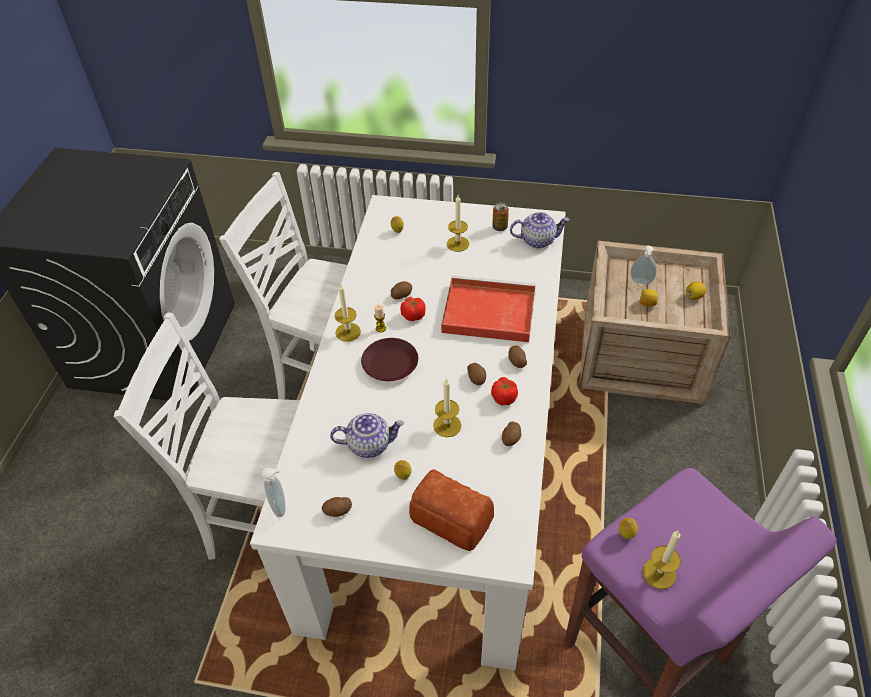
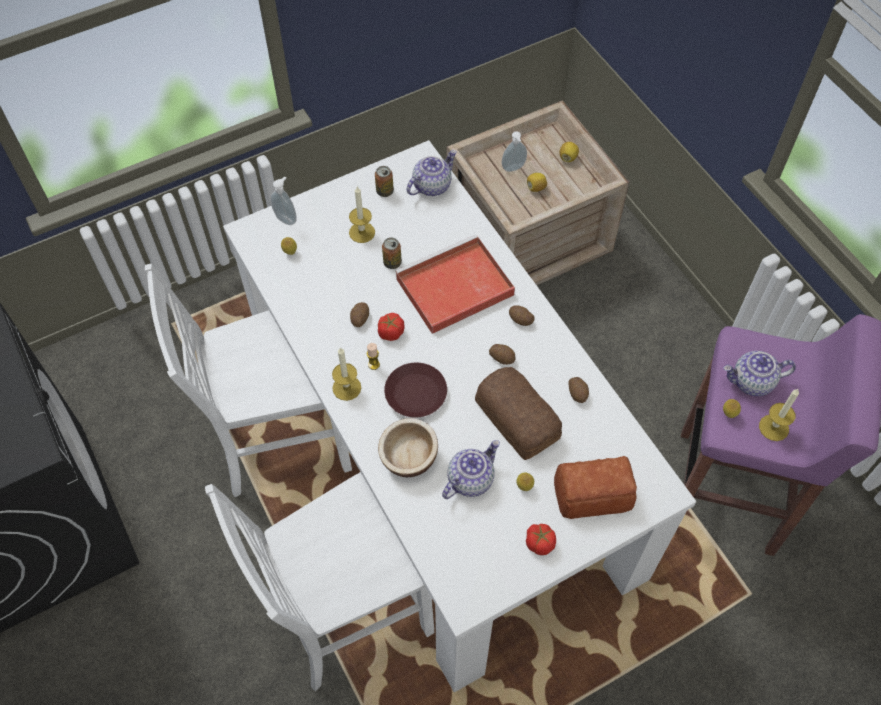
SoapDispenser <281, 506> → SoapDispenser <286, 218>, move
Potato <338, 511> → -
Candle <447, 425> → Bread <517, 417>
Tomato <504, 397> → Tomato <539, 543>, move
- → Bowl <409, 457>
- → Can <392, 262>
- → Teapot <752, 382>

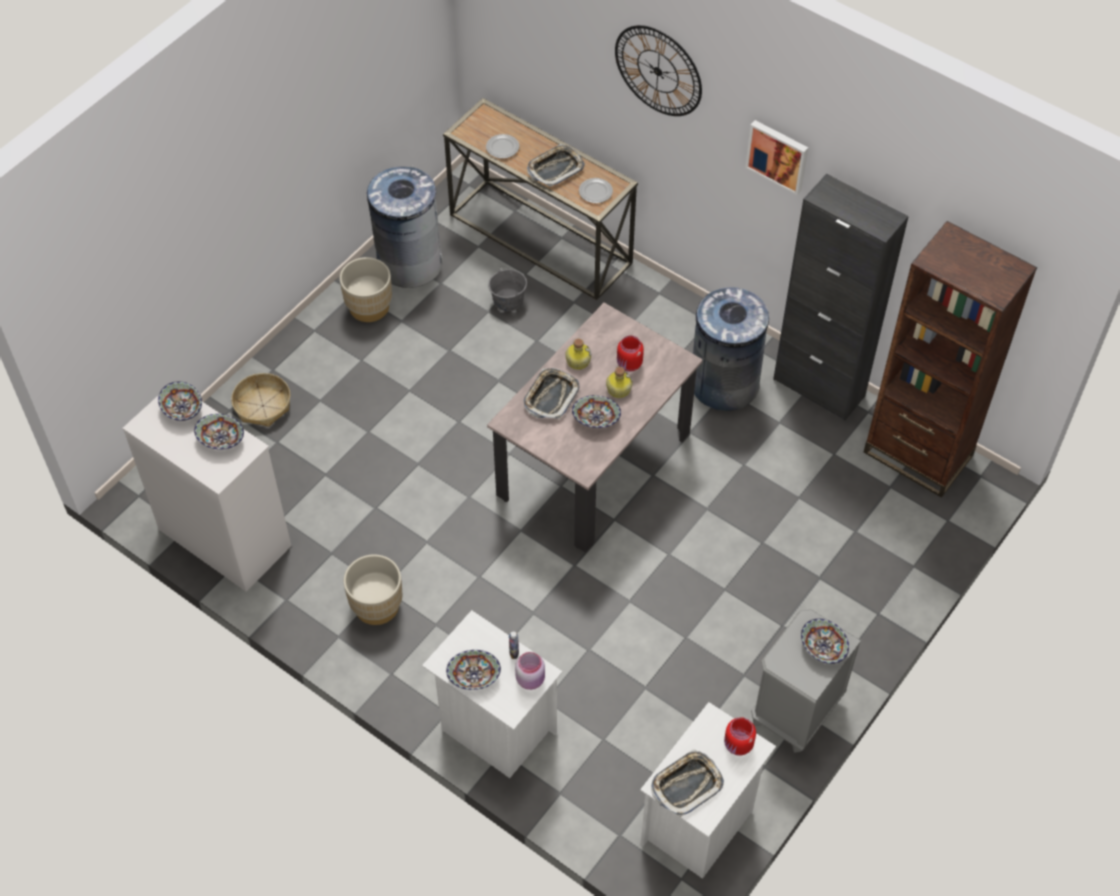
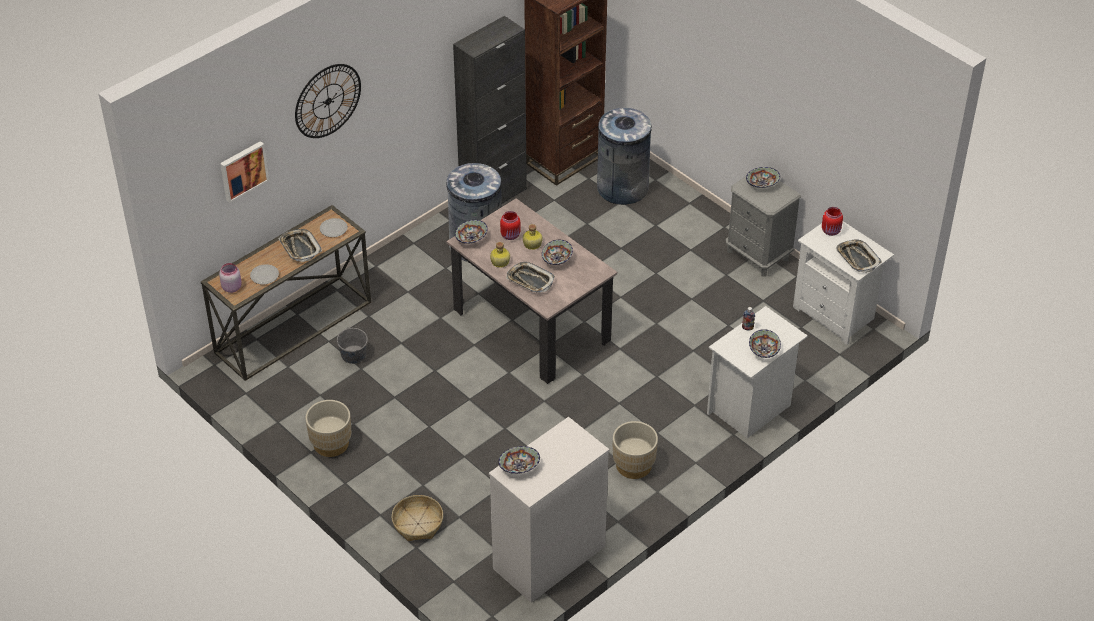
Bowl <221, 440> → Bowl <472, 239>, move
GreyTrashCan <409, 263> → GreyTrashCan <622, 188>, move
PinkJar <531, 679> → PinkJar <232, 287>, move
Picture <778, 155> → Picture <243, 170>, move

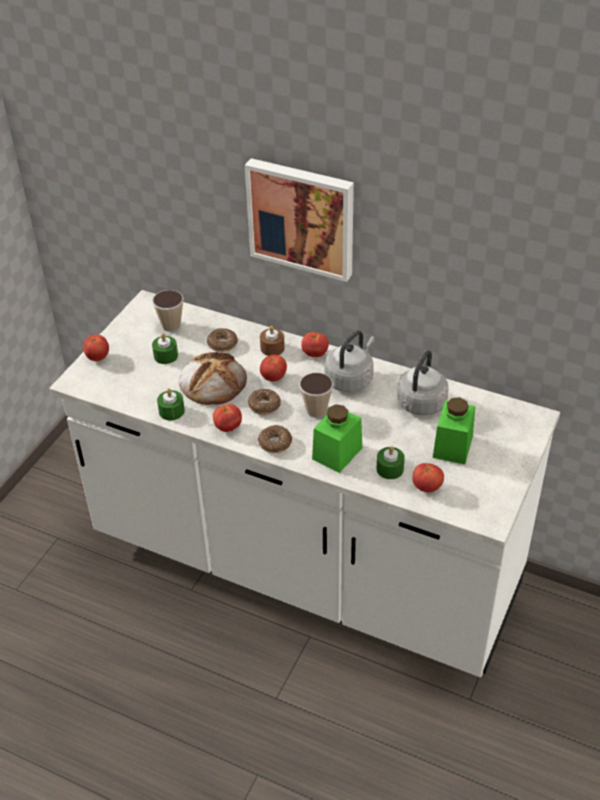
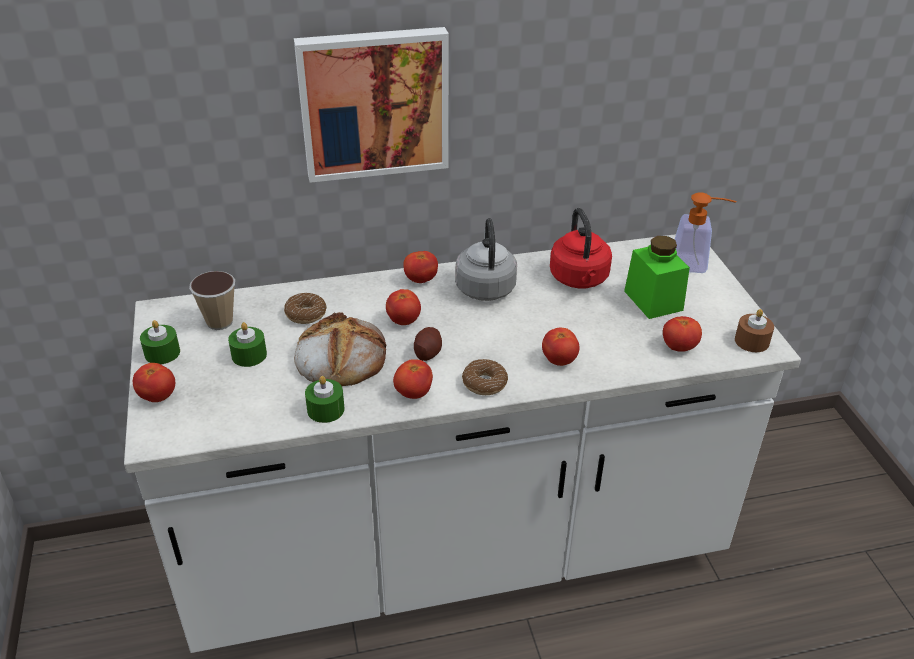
Donut <264, 406> → Potato <427, 352>
BrownCandle <272, 348> → BrownCandle <751, 341>, move
Cup <316, 410> → -
GreenJar <337, 453> → Tomato <559, 360>
GreenCandle <390, 469> → GreenCandle <162, 353>, move
GreyKettle <420, 405> → RedKettle <579, 280>
- → SoapDispenser <696, 264>

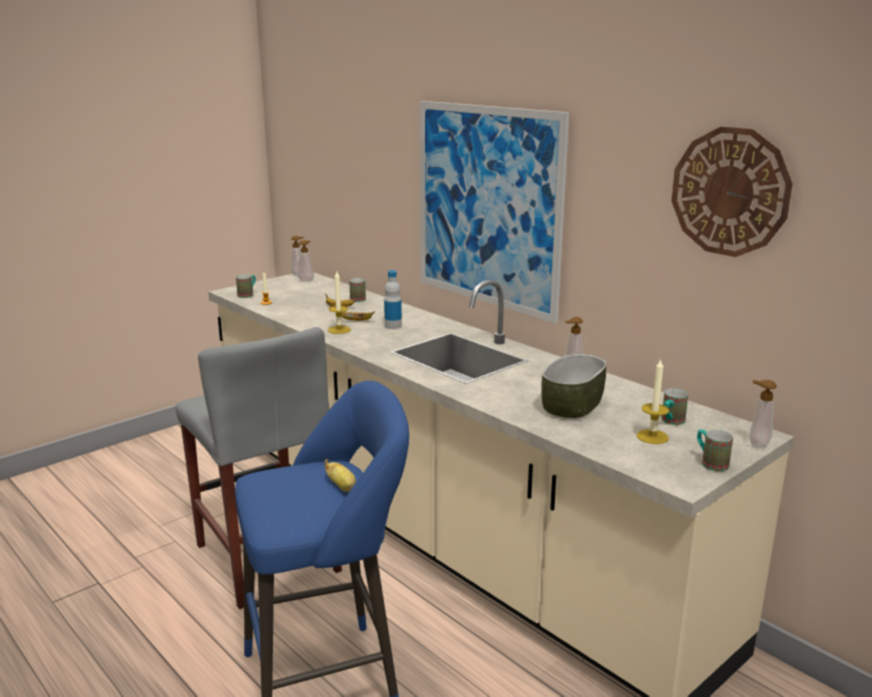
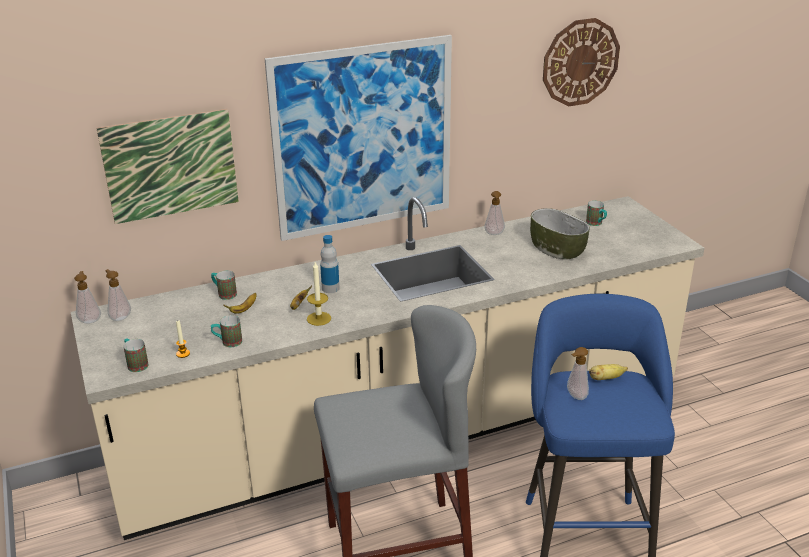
Candle <652, 437> → -
Mug <710, 463> → Mug <227, 342>, move
SoapDispenser <756, 444> → SoapDispenser <575, 396>, move
- → Picture <170, 166>

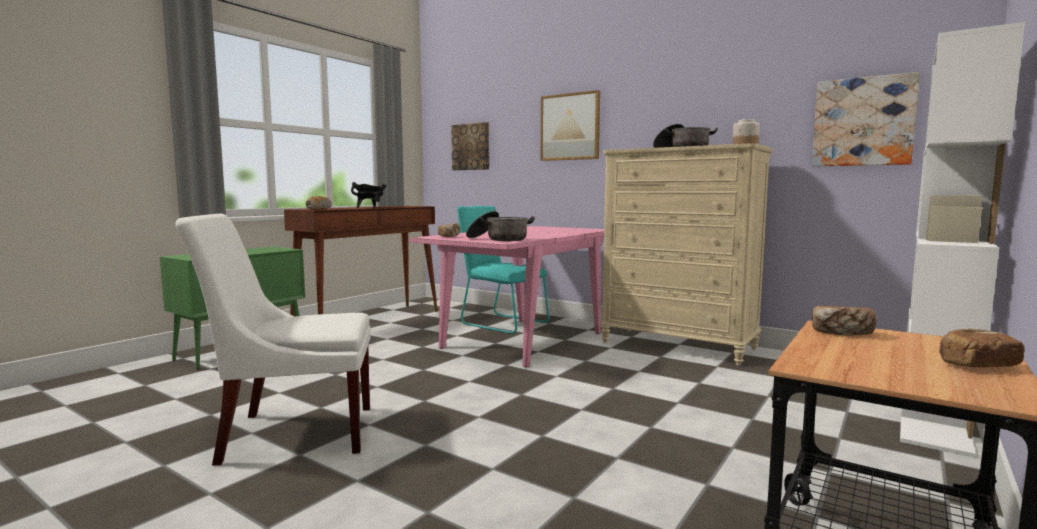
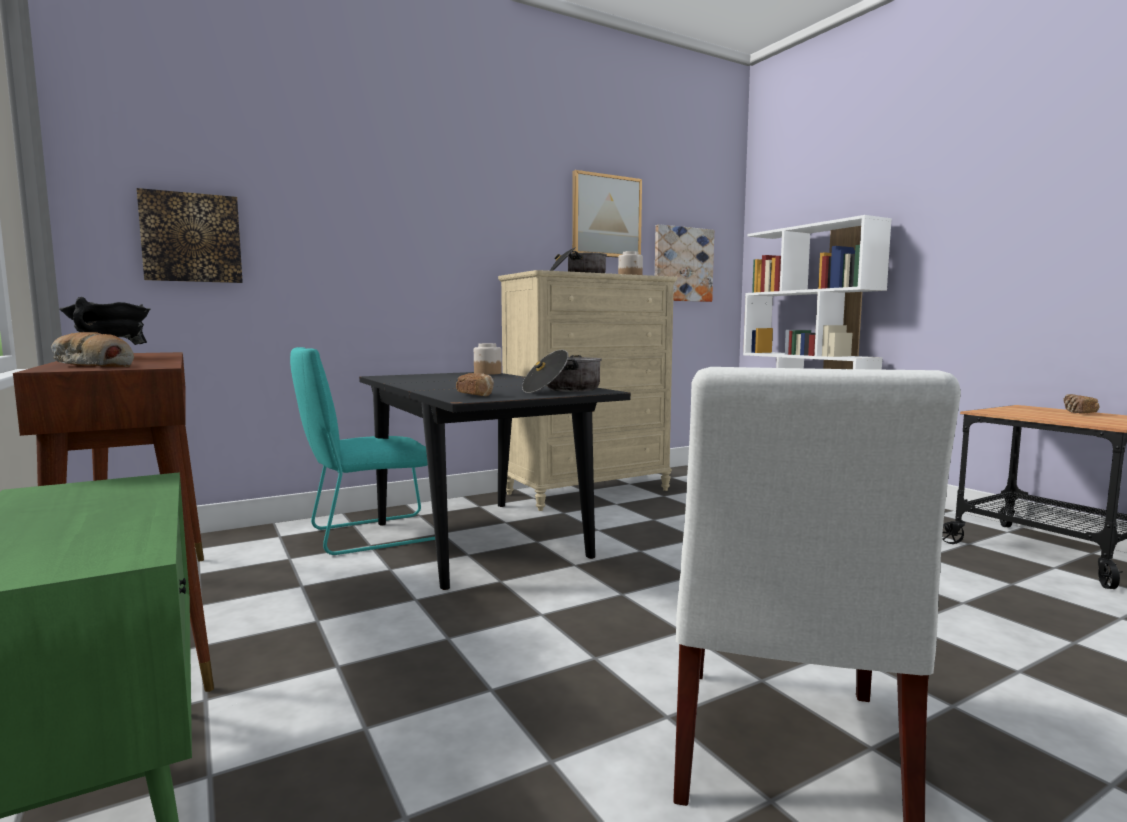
PinkDiningTable <523, 340> → BlackDiningTable <479, 540>
Picture <570, 127> → Picture <606, 216>, move
Bread <841, 333> → -
- → Jar <487, 373>

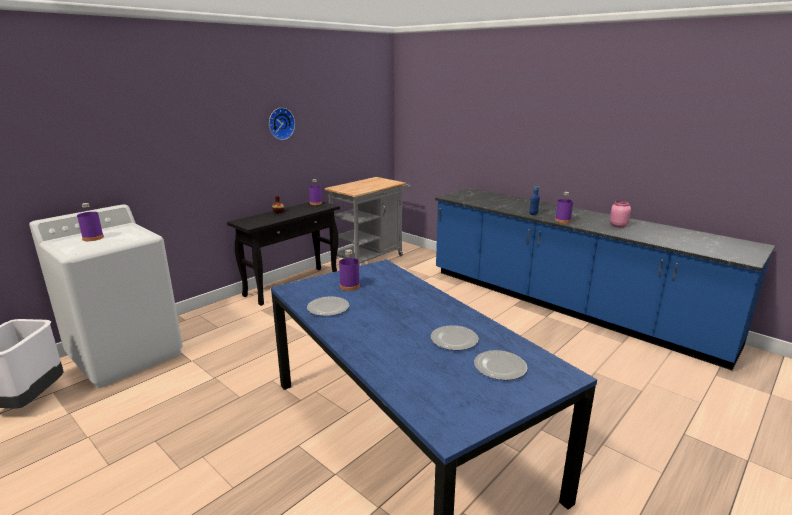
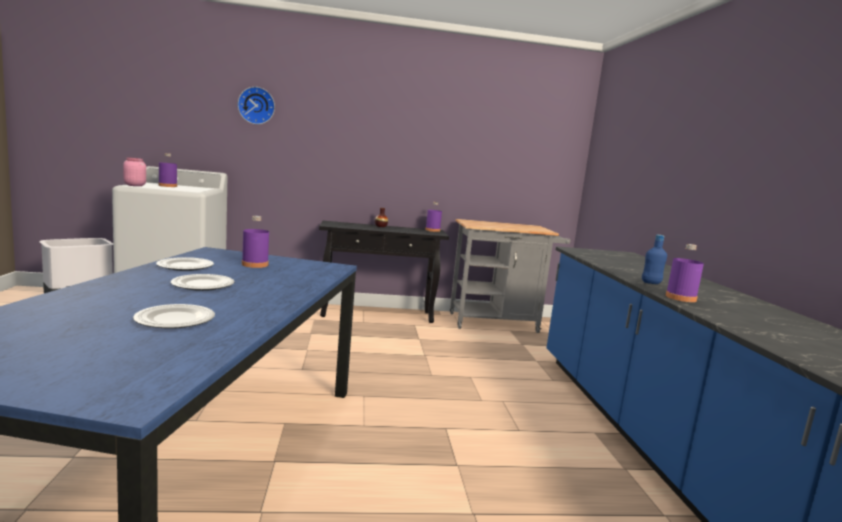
WallClock <280, 123> → WallClock <256, 105>, move
Plate <499, 366> → Plate <203, 284>, move
PinkJar <617, 225> → PinkJar <134, 185>, move

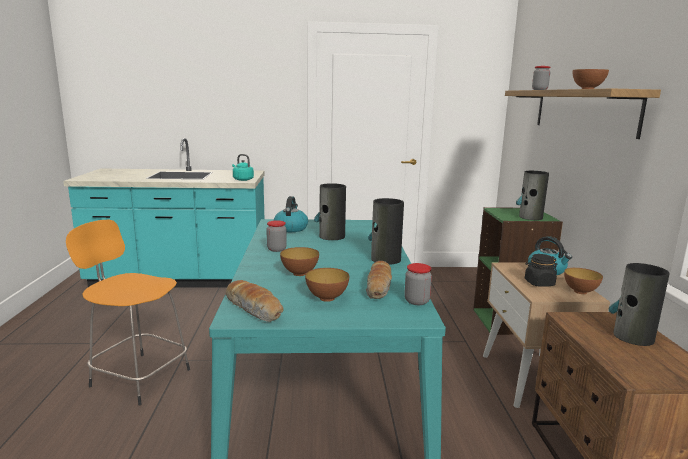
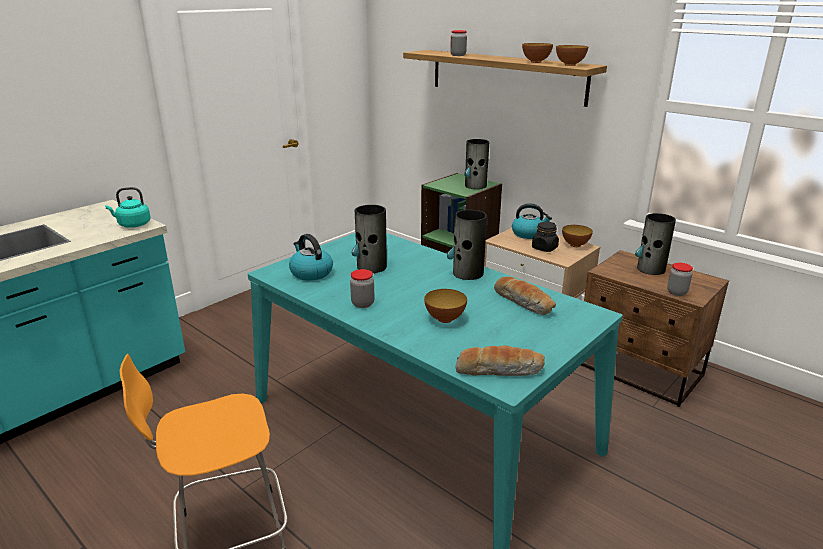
Bowl <327, 298> → Bowl <570, 65>, move
Jar <416, 301> → Jar <677, 292>, move

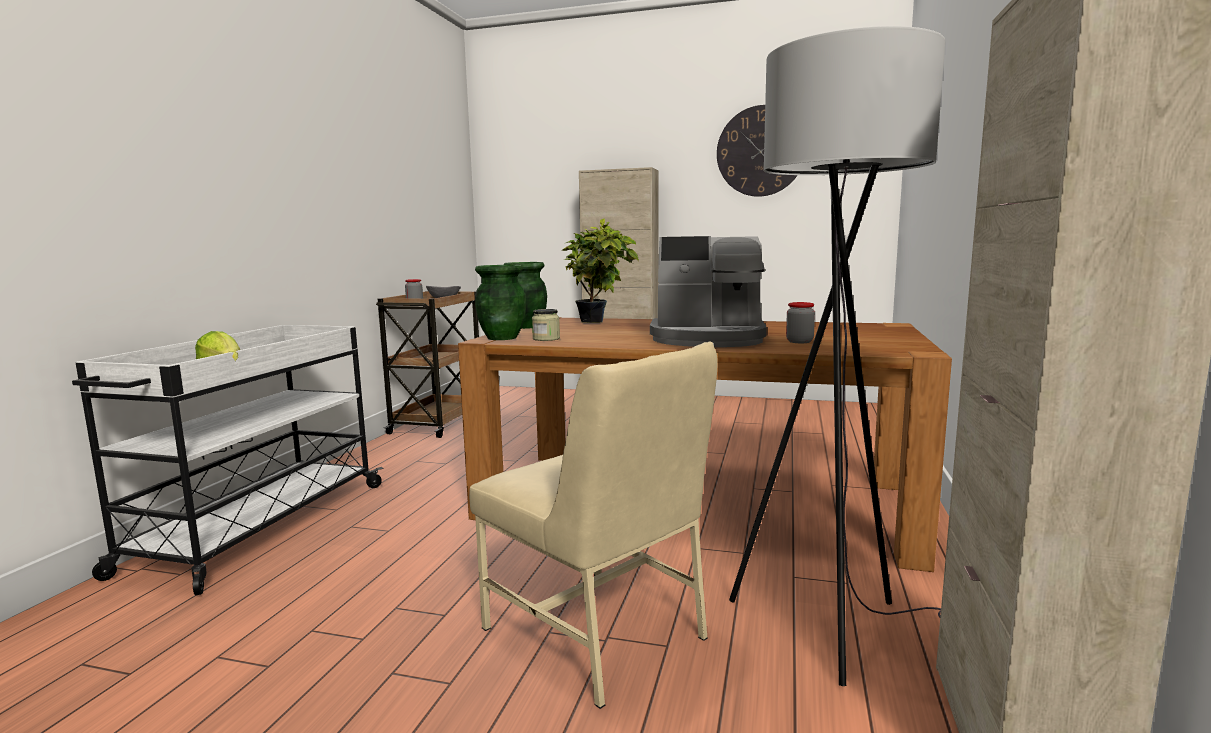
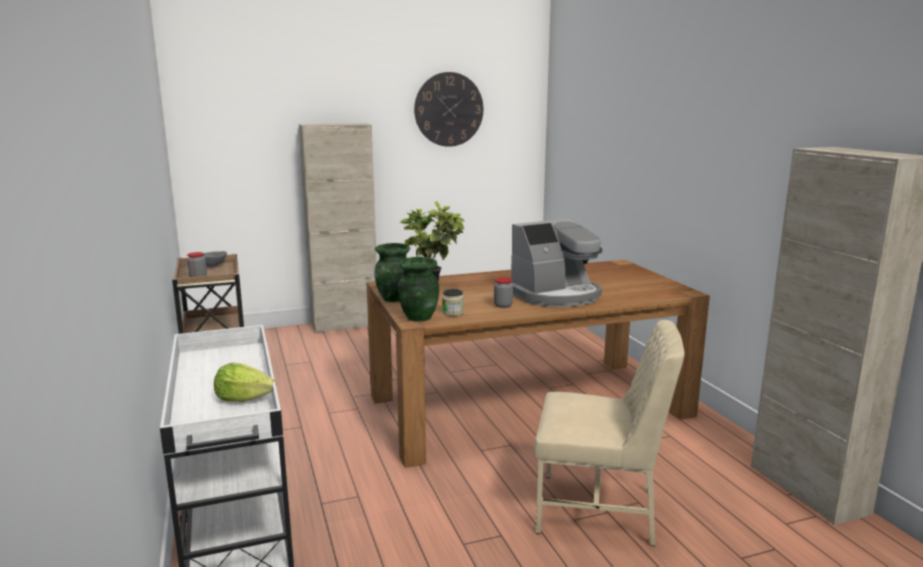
GreyFloorLamp <829, 622> → -
Jar <799, 341> → Jar <503, 305>, move

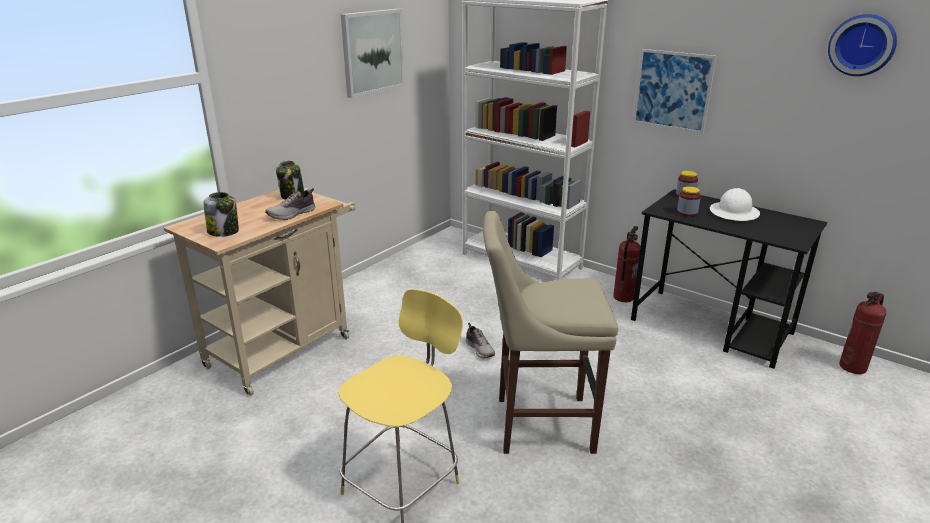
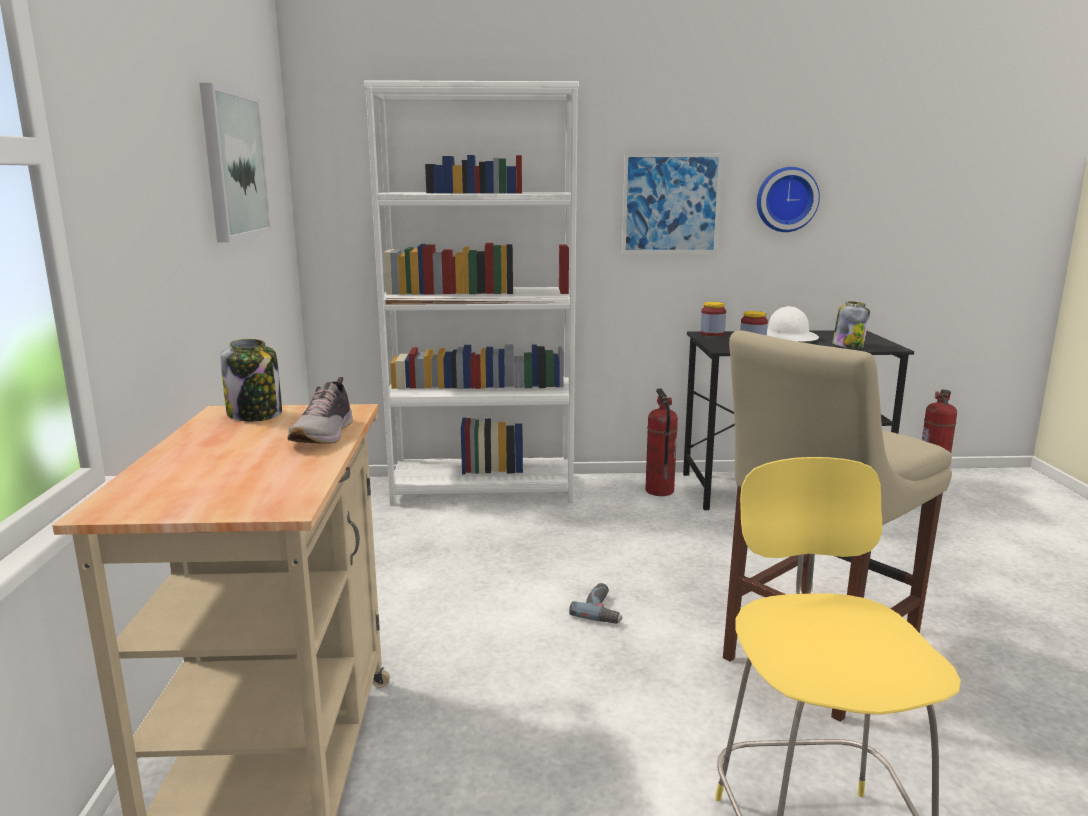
Jar <224, 231> → Jar <848, 346>, move
Shoe <480, 349> → PowerDrill <603, 610>
WallClock <862, 45> → WallClock <786, 199>, move

